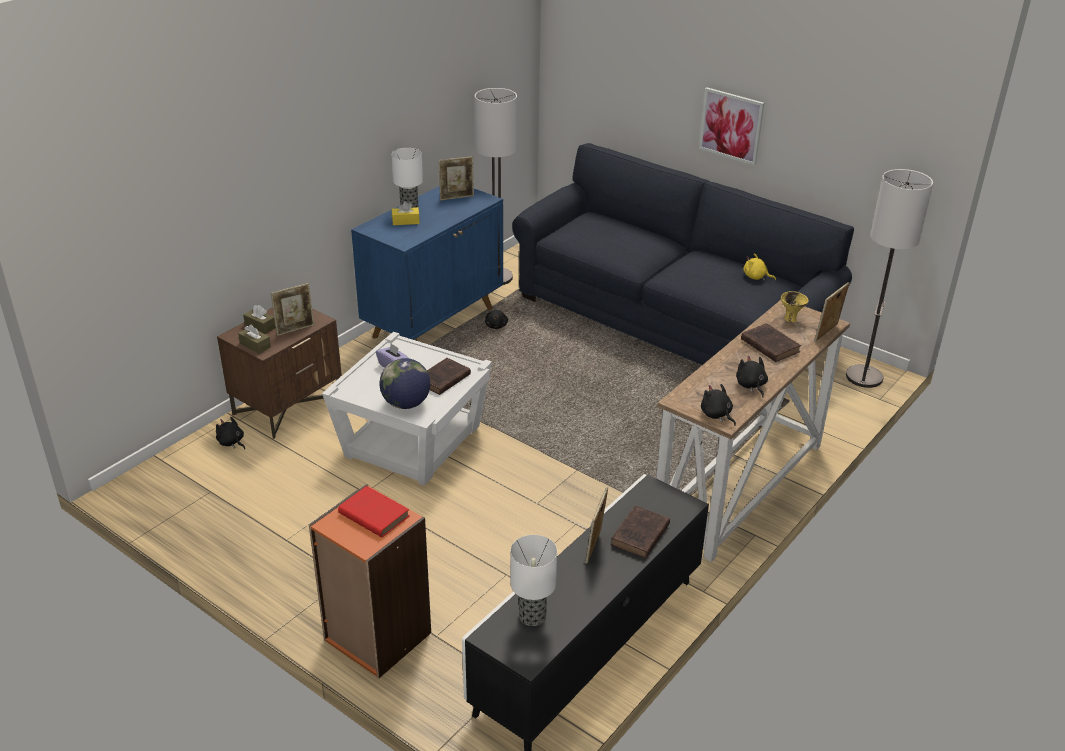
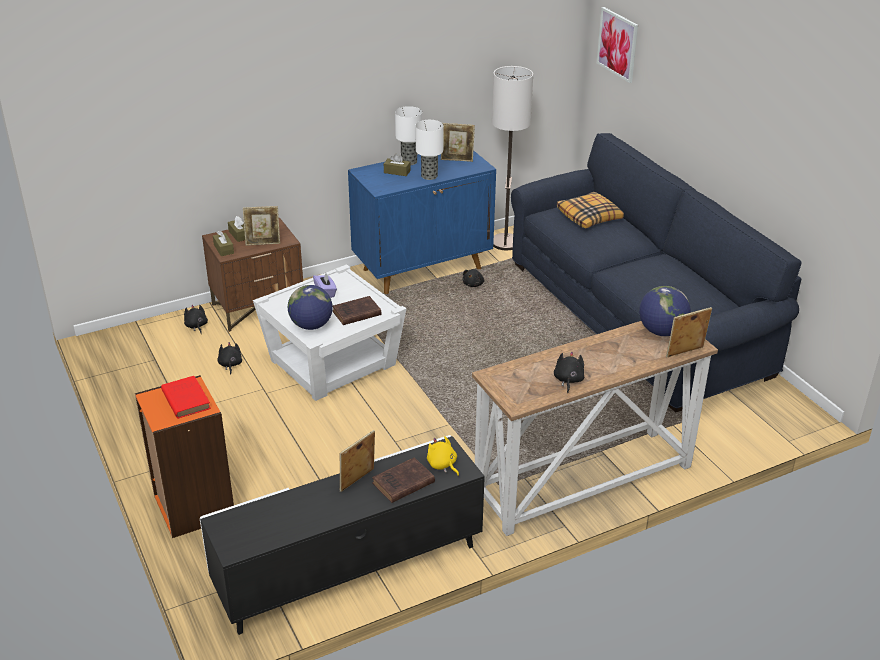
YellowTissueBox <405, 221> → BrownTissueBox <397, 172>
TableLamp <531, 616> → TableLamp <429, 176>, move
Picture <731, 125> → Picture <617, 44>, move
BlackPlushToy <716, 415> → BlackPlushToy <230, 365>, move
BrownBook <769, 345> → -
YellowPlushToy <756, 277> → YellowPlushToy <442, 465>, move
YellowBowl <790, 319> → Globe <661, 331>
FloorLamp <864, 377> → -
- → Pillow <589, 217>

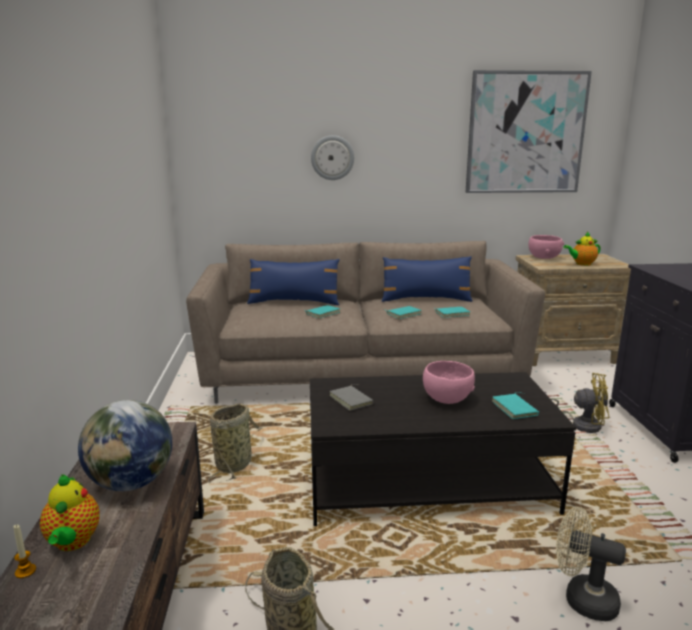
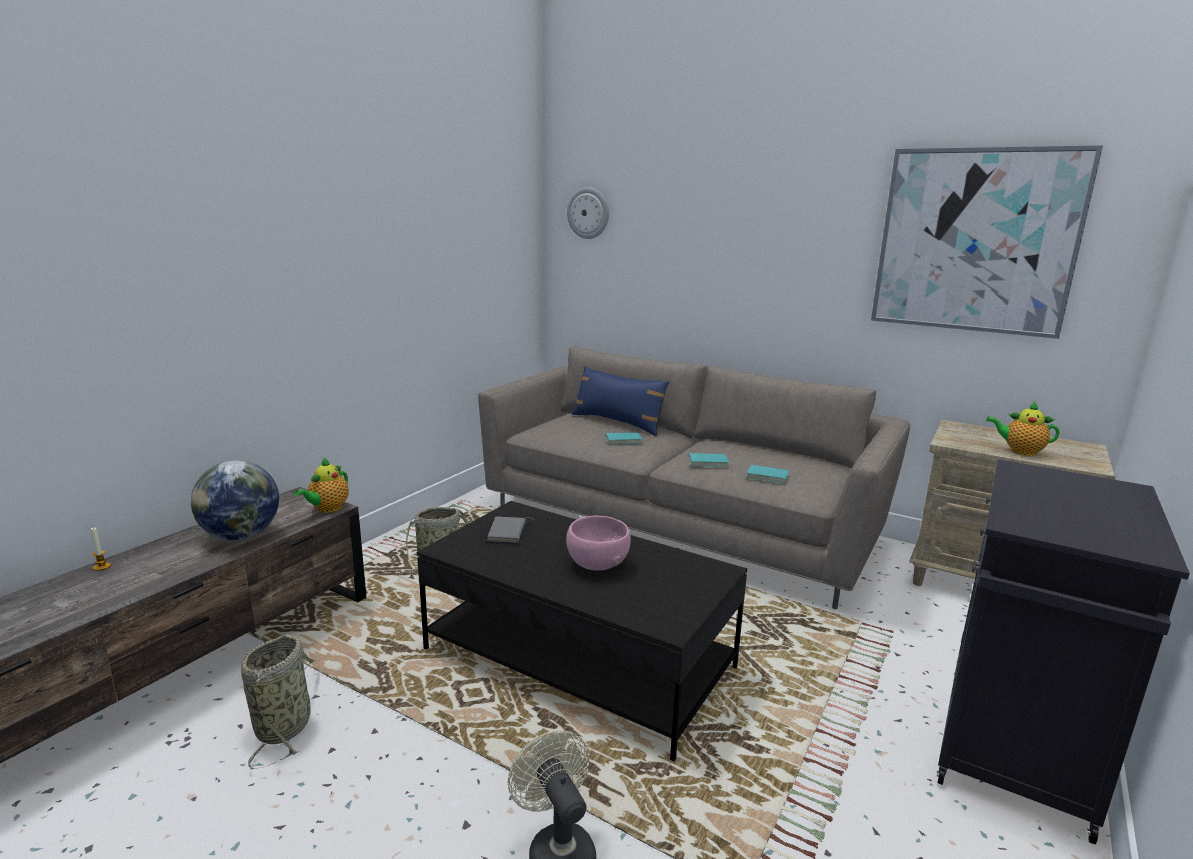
Teapot <72, 543> → Teapot <327, 509>, move
WallClock <332, 157> → WallClock <588, 213>, move
BluePillow <426, 299> → -
TurquoiseBook <516, 408> → -
PinkBowl <543, 258> → -
YellowFan <581, 424> → -

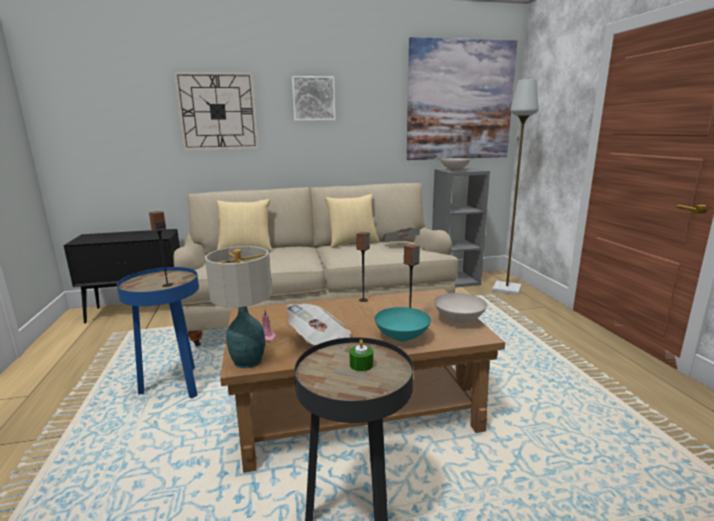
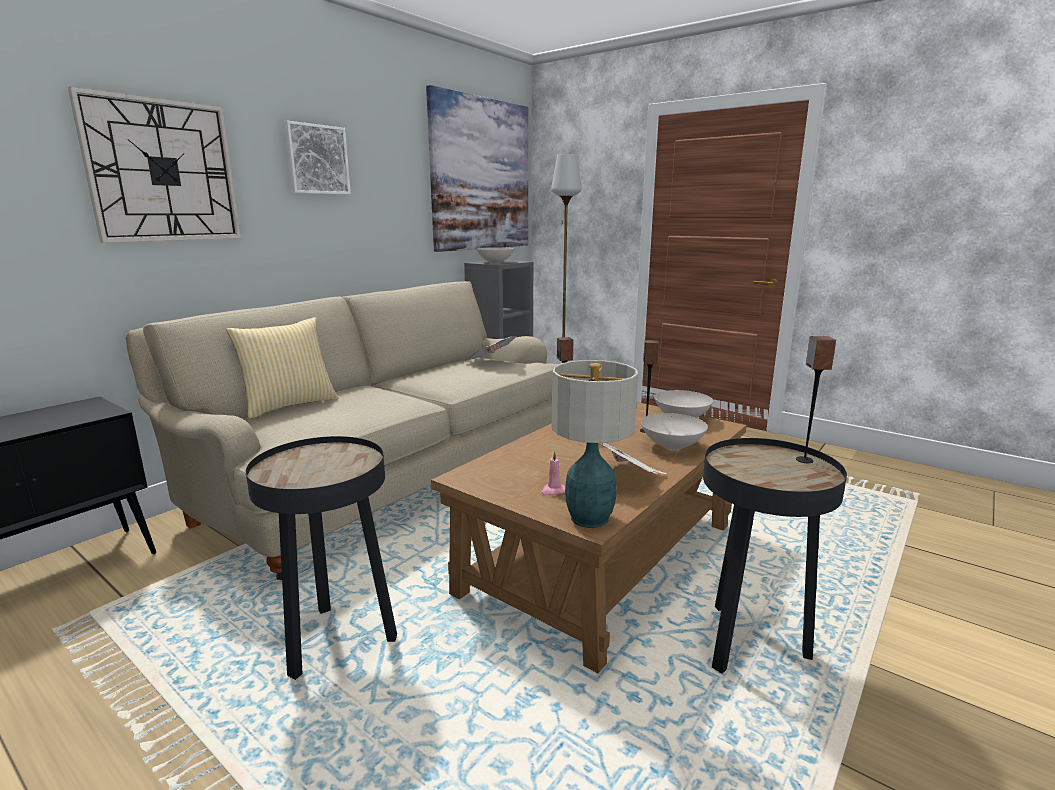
BlueSideTable <175, 386> → BlackSideTable <337, 641>
Speaker <167, 285> → Speaker <804, 460>, move
Pillow <352, 243> → -
GreenCandle <361, 365> → -
TurquoiseBowl <403, 337> → WhiteBowl <673, 446>

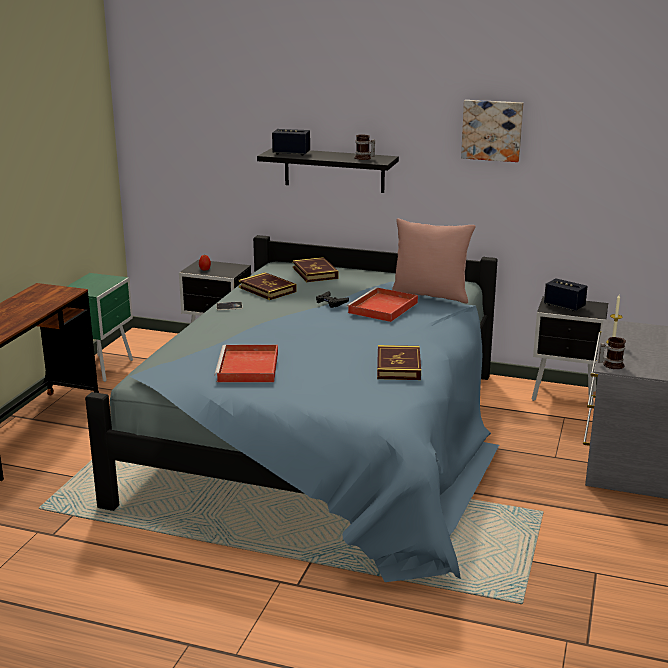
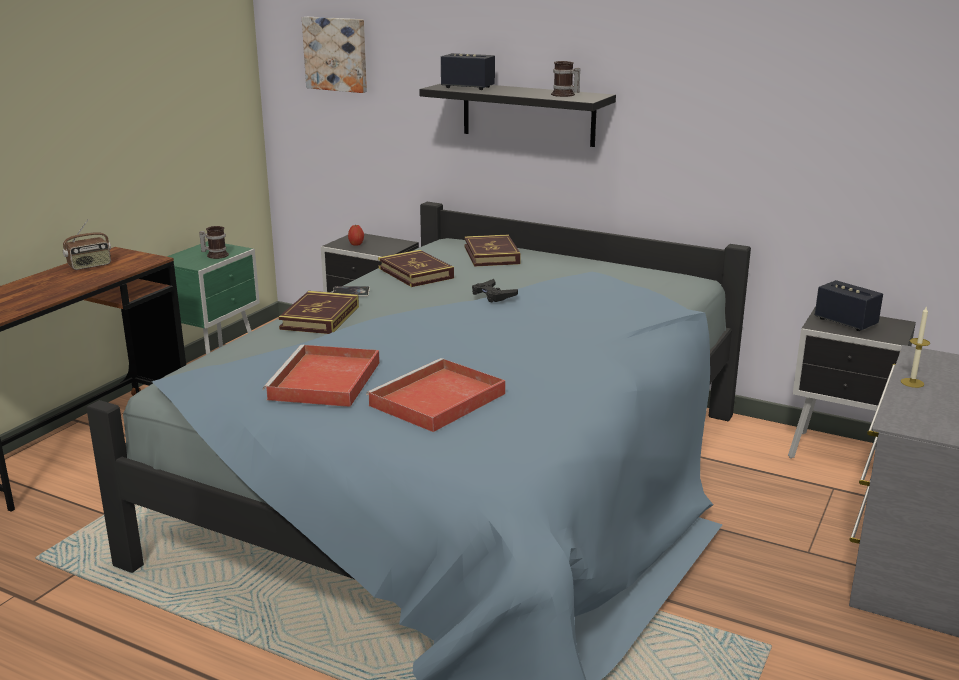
RedTray <382, 308> → RedTray <436, 401>, move
Book <398, 366> → Book <320, 317>, move
PinkPillow <430, 296> → -
Picture <492, 130> → Picture <336, 54>, move
Mug <611, 364> → Mug <216, 255>, move
- → Radio <90, 266>

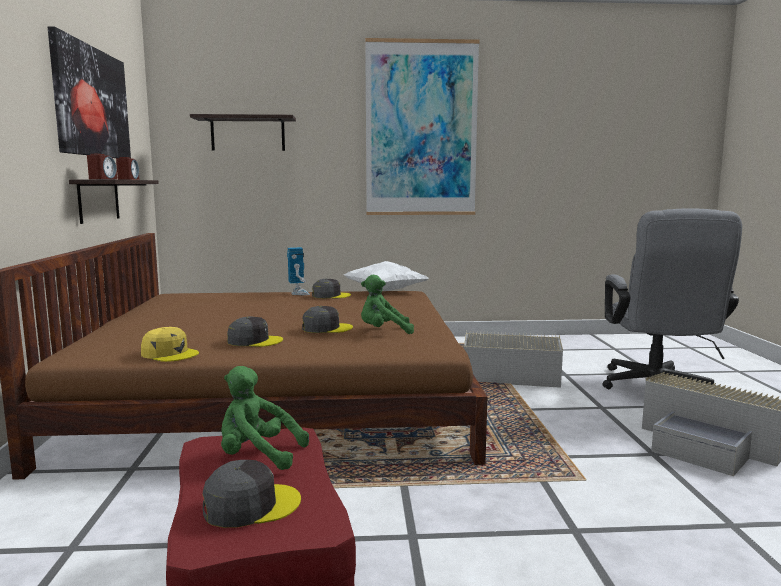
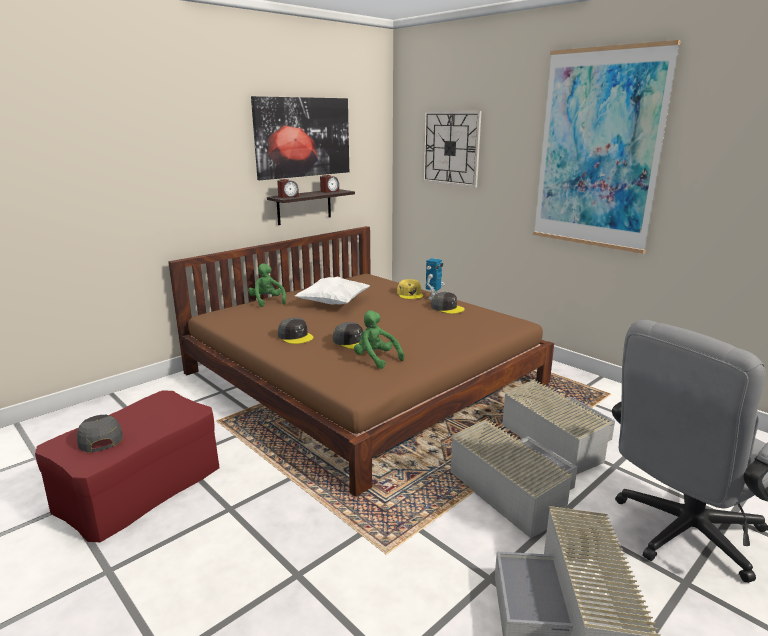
YellowCap <170, 354> → YellowCap <410, 294>, move
Shelf <248, 134> → WallClock <451, 148>
GreyCap <250, 505> → GreyCap <99, 438>, 150 degrees counterclockwise
GreenPlushToy <257, 456> → GreenPlushToy <267, 301>, move
WhitePillow <385, 291> → WhitePillow <333, 303>, move
- → GreyStorageBox <513, 488>

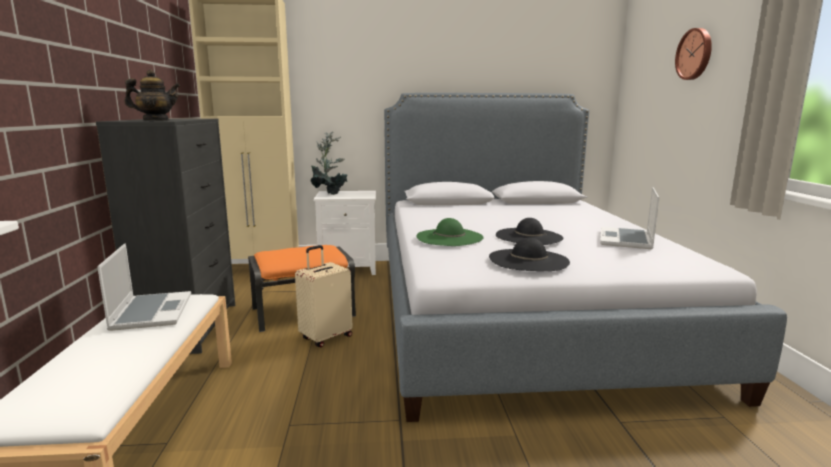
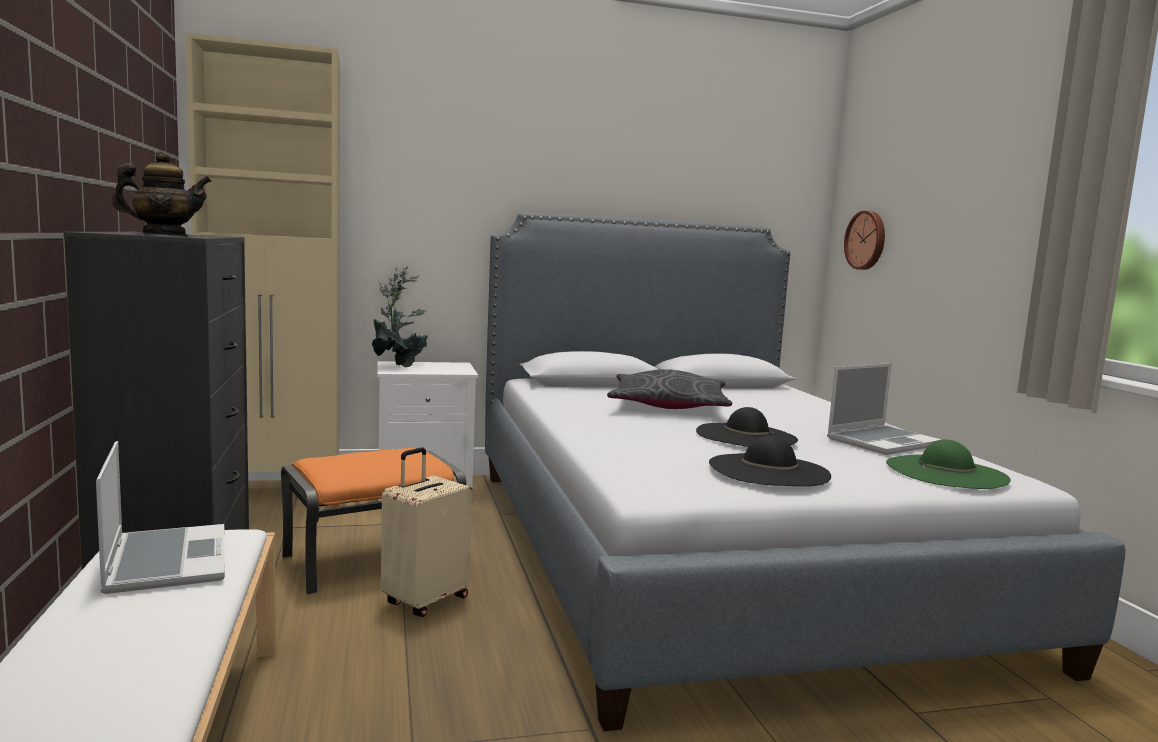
GreenHat <449, 237> → GreenHat <946, 472>, move
Laptop <626, 240> → Laptop <882, 442>, 135 degrees counterclockwise
WallClock <695, 54> → WallClock <867, 240>, move
- → GreyPillow <668, 406>

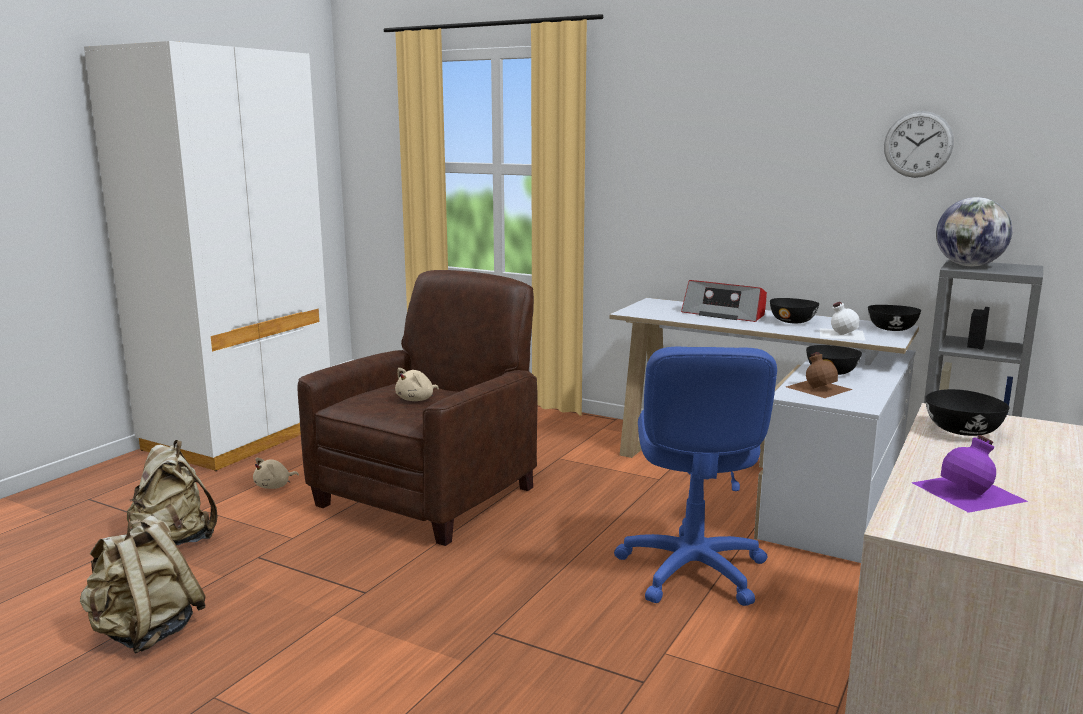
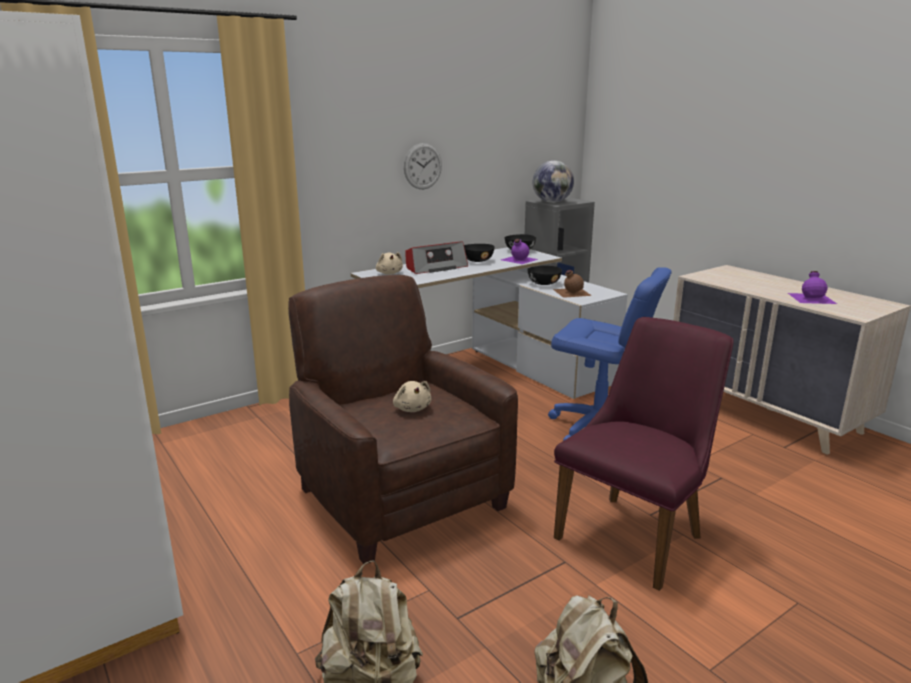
BeigePlushToy <274, 486> → BeigePlushToy <389, 273>, move
WhiteBottle <841, 333> → PurpleBottle <518, 259>
WallClock <918, 144> → WallClock <422, 166>, move
BlackBowl <961, 431> → -
- → PurpleChair <637, 532>

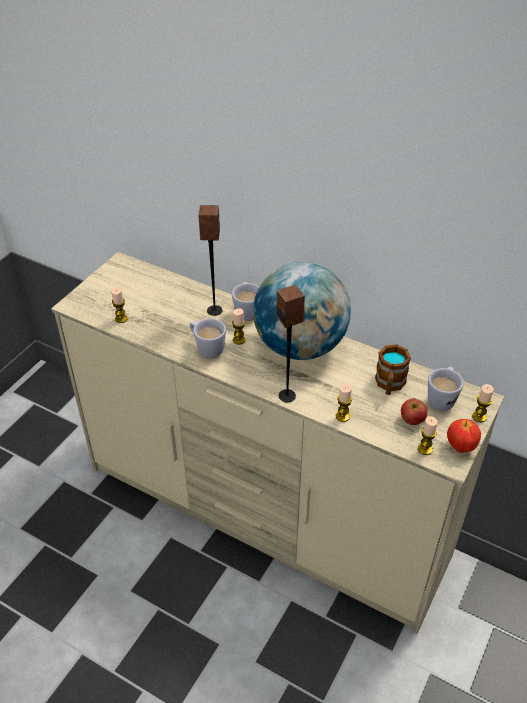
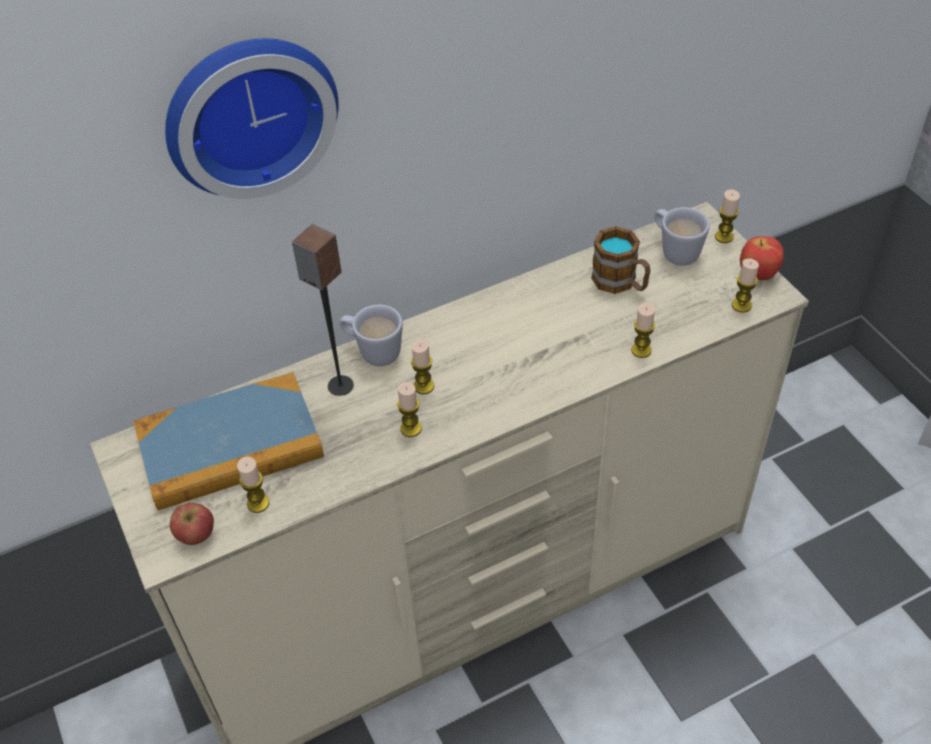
WhiteMug <206, 348> → Candle <411, 428>
Globe <300, 346> → -
Speaker <287, 395> → -
Apple <412, 420> → Apple <196, 535>, move
- → Book <230, 446>
- → WallClock <248, 112>

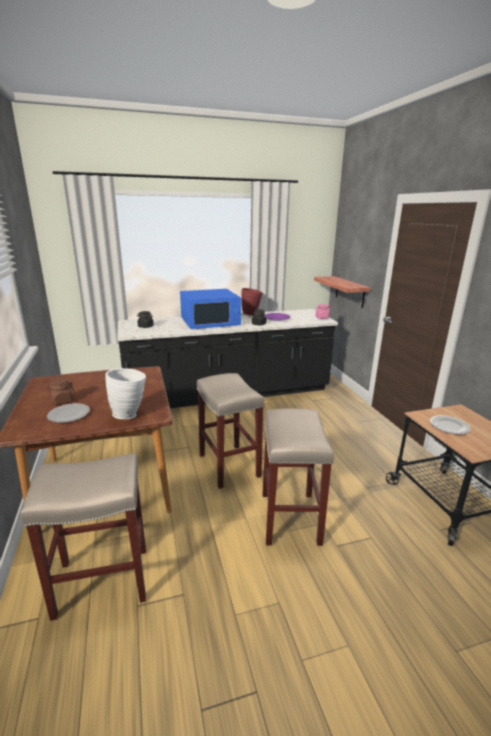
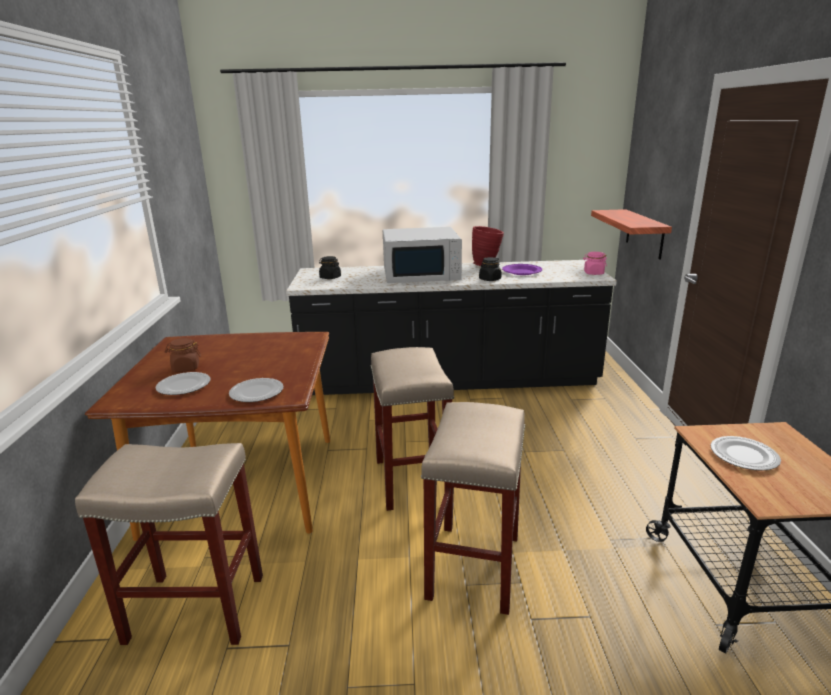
WhiteVase <130, 414> → Plate <256, 392>
BlueMicrowave <210, 322> → WhiteMicrowave <421, 274>

